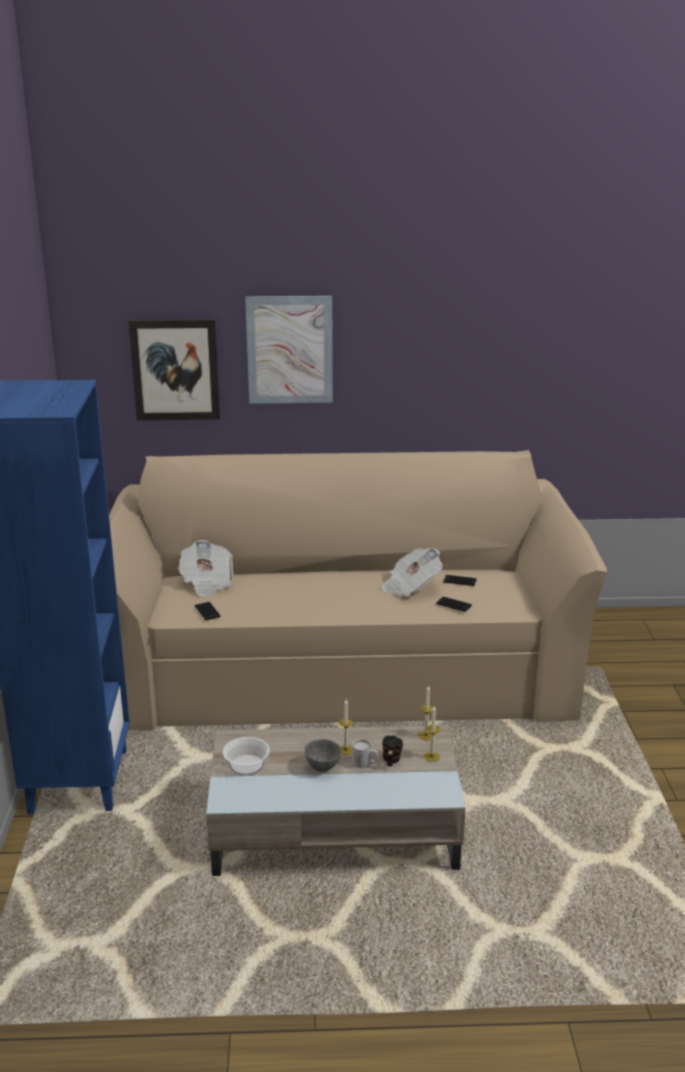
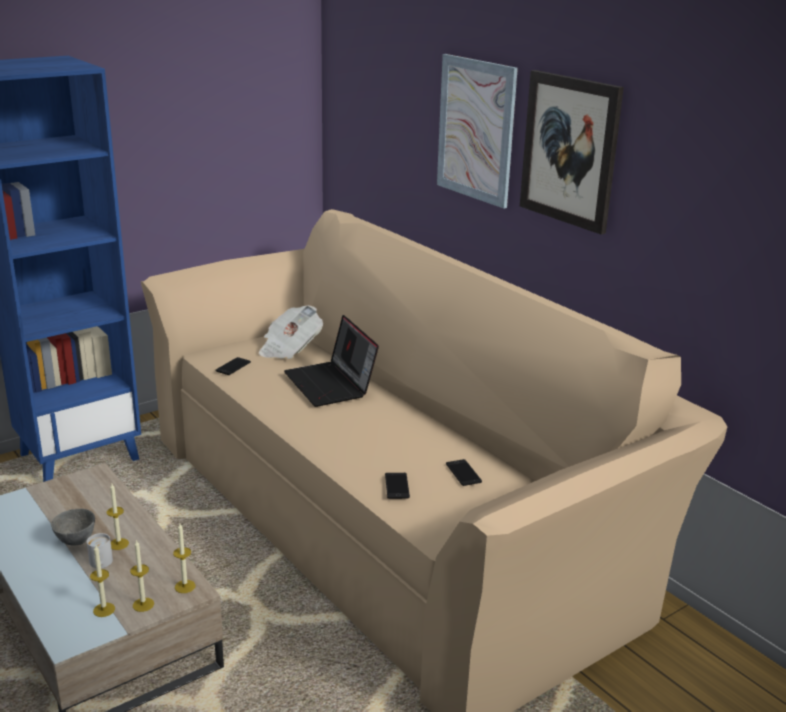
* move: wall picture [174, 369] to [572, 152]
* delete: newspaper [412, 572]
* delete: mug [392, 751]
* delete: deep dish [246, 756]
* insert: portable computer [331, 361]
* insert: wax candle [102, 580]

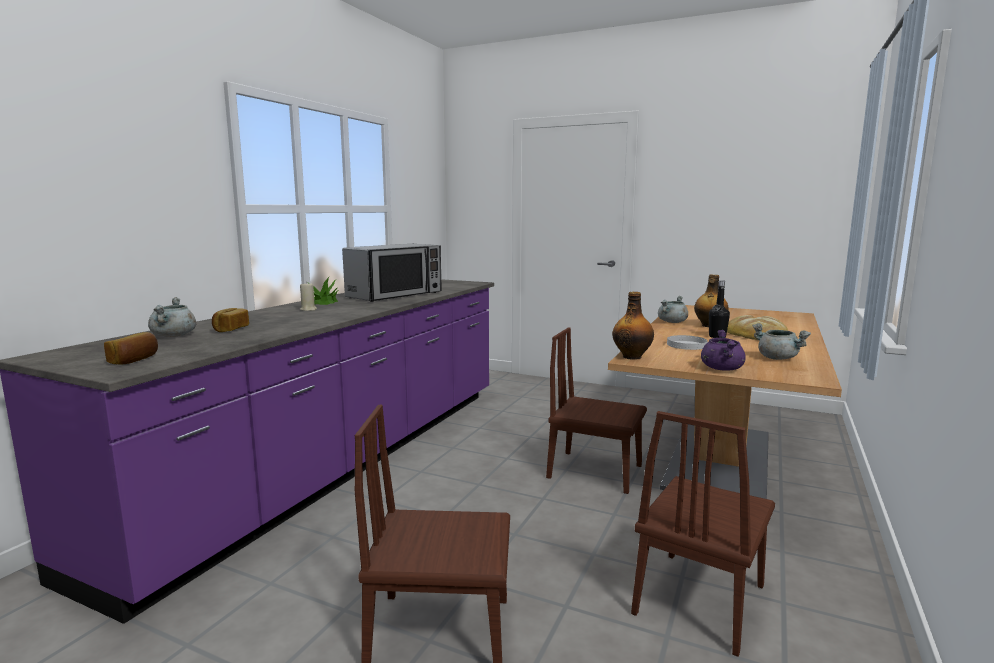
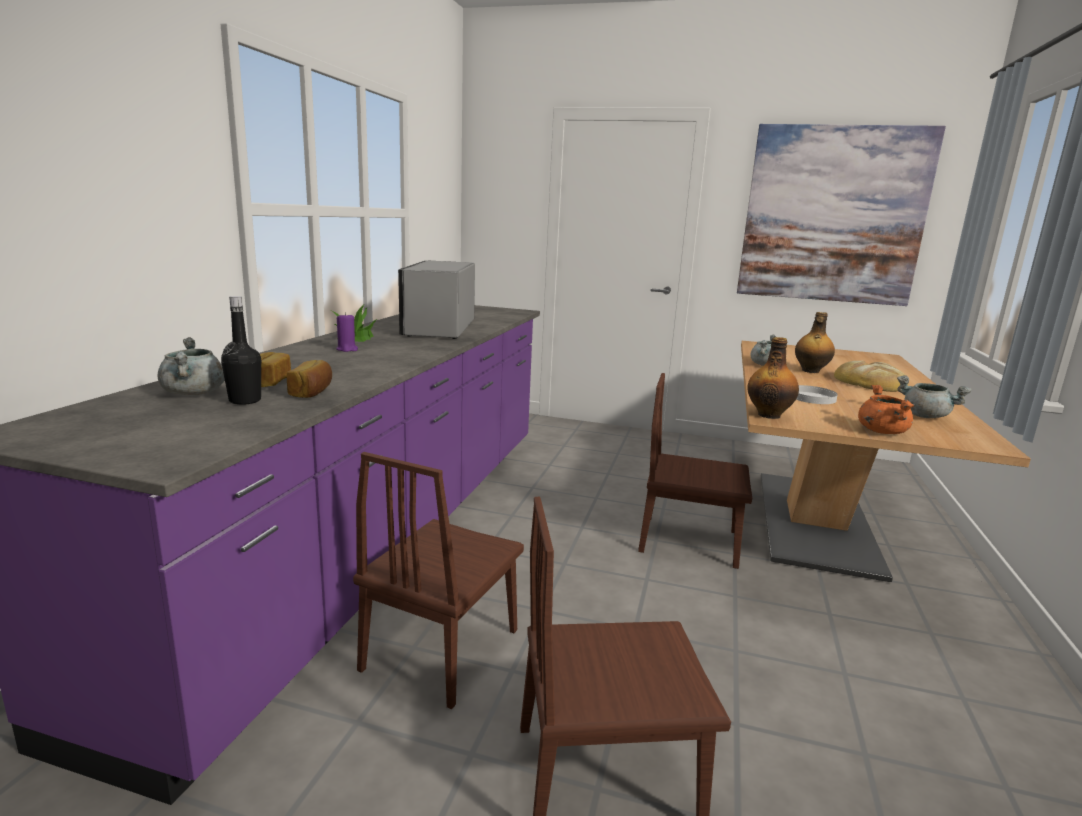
* rotate: microwave oven [392, 273] = [436, 300] 150 degrees clockwise
* move: beverage bottle/black [719, 309] to [241, 350]
* recolor: wax candle/beige-coloured [308, 297] to wax candle/purple [347, 332]
* recolor: stockpot/purple [723, 350] to stockpot/orangey [886, 409]
* move: baked bread [131, 348] to [309, 379]
* move: plain chair/brownish [703, 534] to [438, 580]
* insert: wall picture [841, 215]

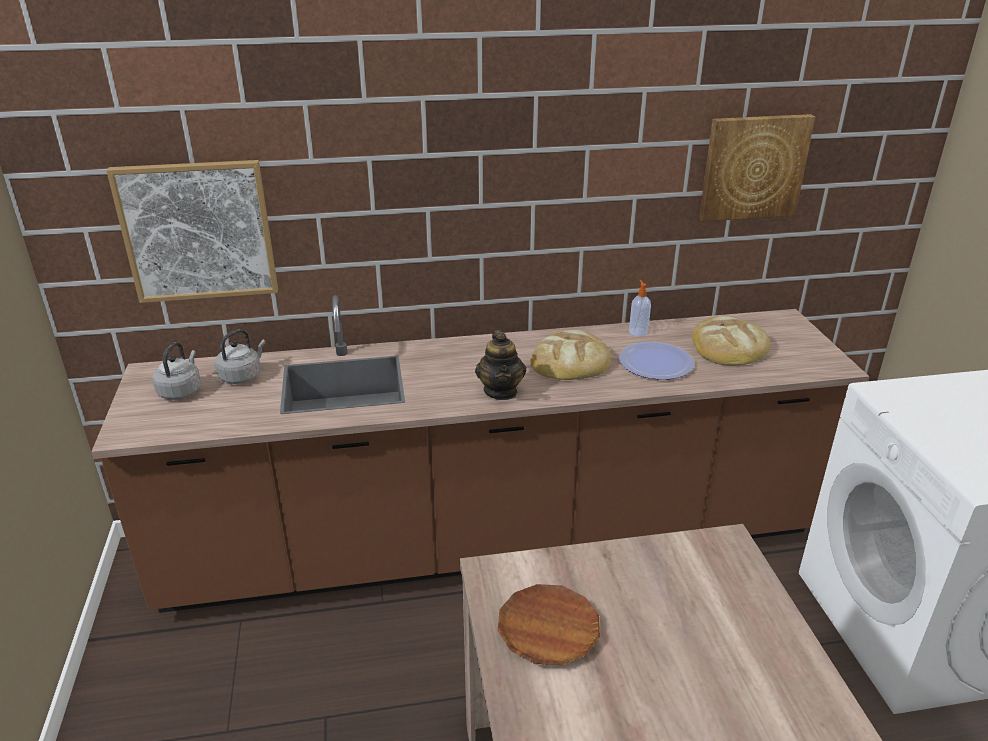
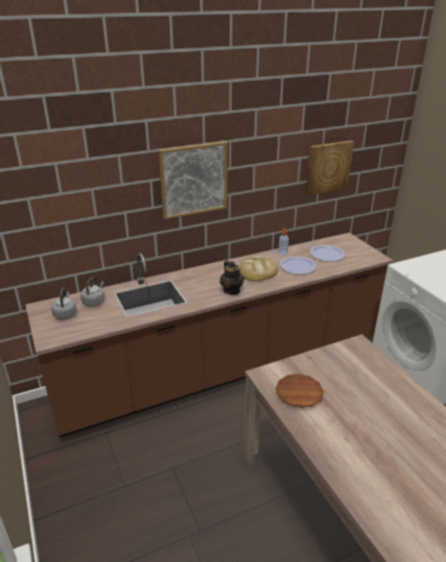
* move: wall picture [192, 231] to [193, 180]
* replace: baked bread [731, 340] to flat dish [327, 253]

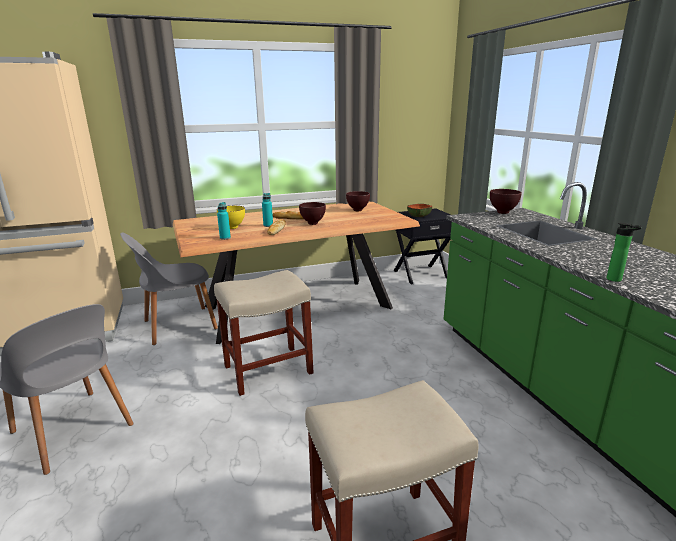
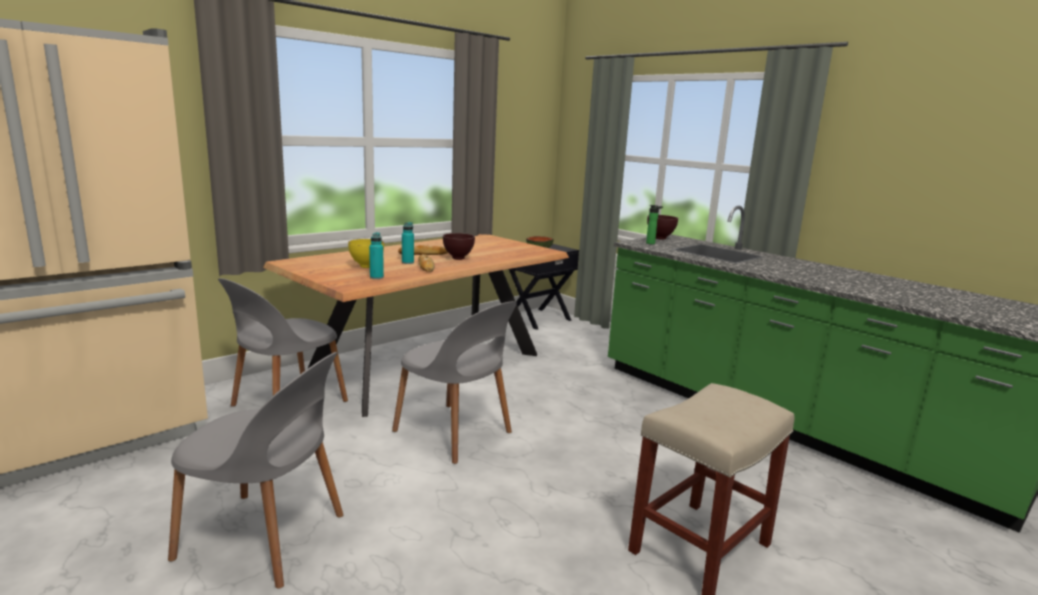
* delete: deep dish/brownish [358, 201]
* move: beverage bottle [623, 252] to [654, 224]
* replace: stool/beige-coloured [263, 333] to plain chair/greyish [454, 382]

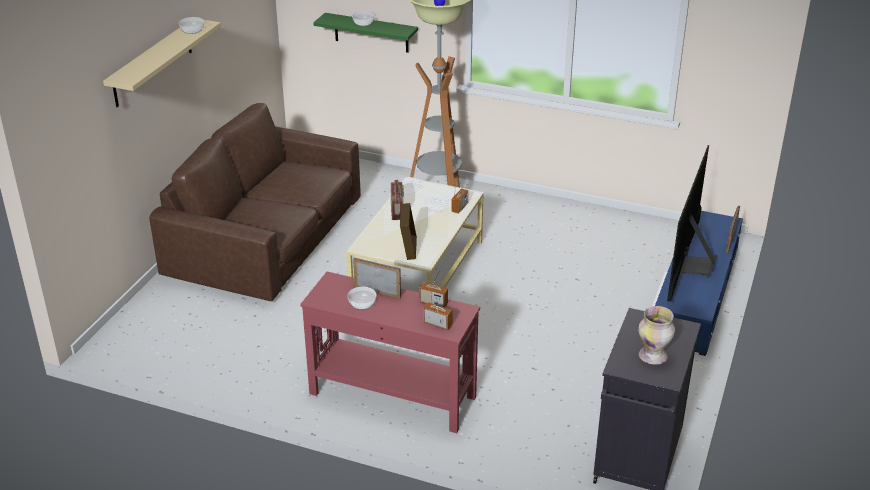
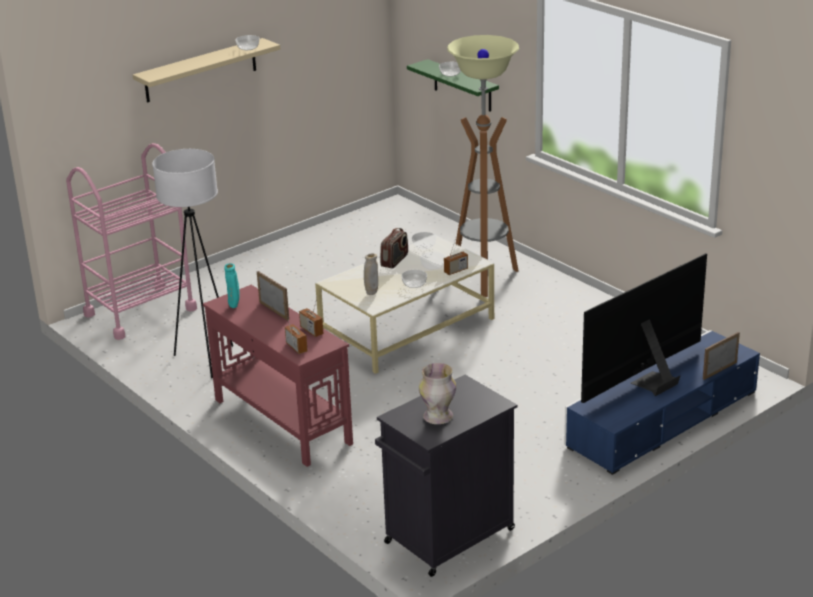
* delete: couch/brownish [255, 202]
* replace: standing frame [408, 231] to vase/beige-coloured [371, 274]
* move: deep dish [361, 298] to [414, 278]
* insert: cart/pinkish [131, 241]
* insert: standard lamp/whitish [192, 263]
* insert: vase/turquoise-coloured [232, 286]

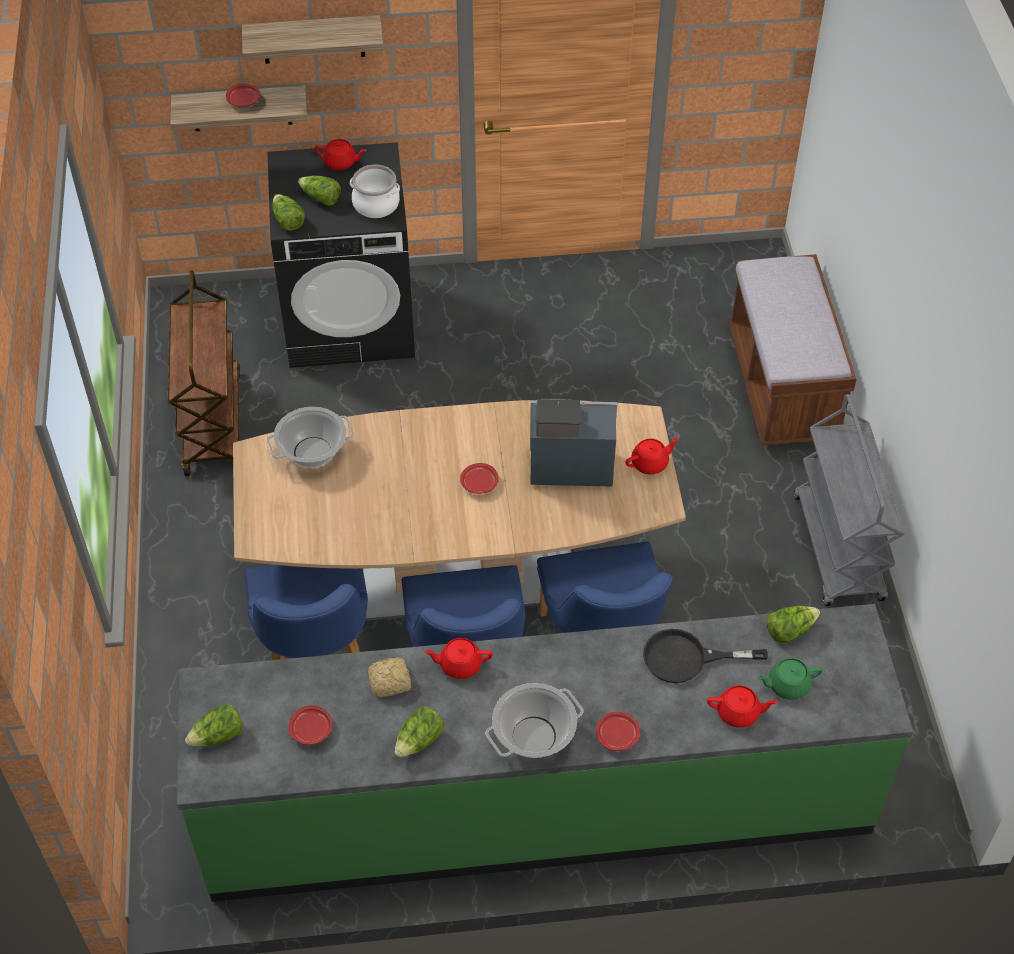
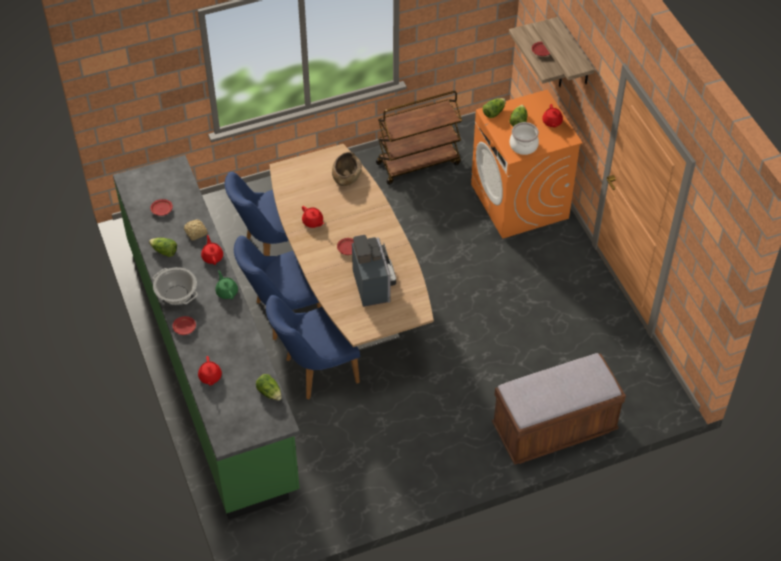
* recolor: laundry appliance/black [341, 255] to laundry appliance/orangey [526, 164]
* delete: cart/greyish [849, 500]
* replace: stockpot [310, 437] to deep dish/brownish [347, 169]
* move: teapot/red-coloured [652, 456] to [313, 217]
* delete: frying pan/black [705, 656]
* move: teapot/green-coloured [789, 679] to [226, 284]
* delete: head of lettuce [214, 725]

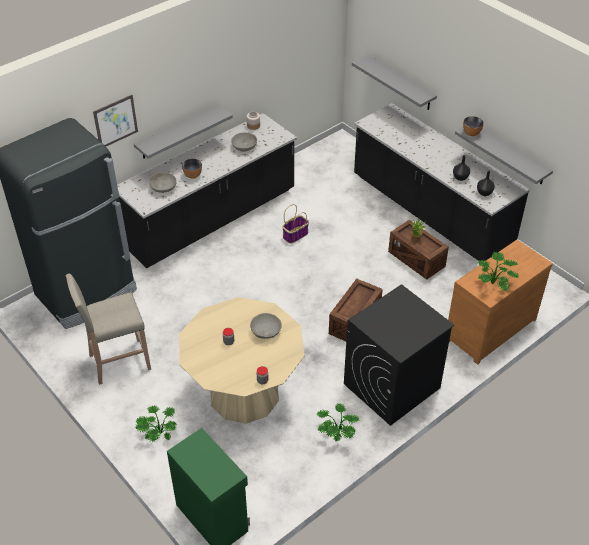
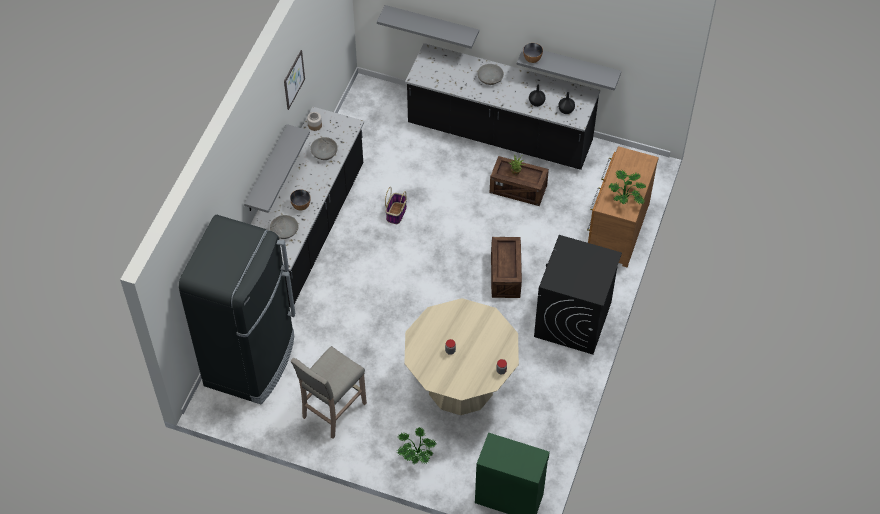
* move: wall picture [115, 121] to [294, 80]
* move: deep dish/greyish [266, 326] to [490, 74]
* delete: houseplant [338, 423]

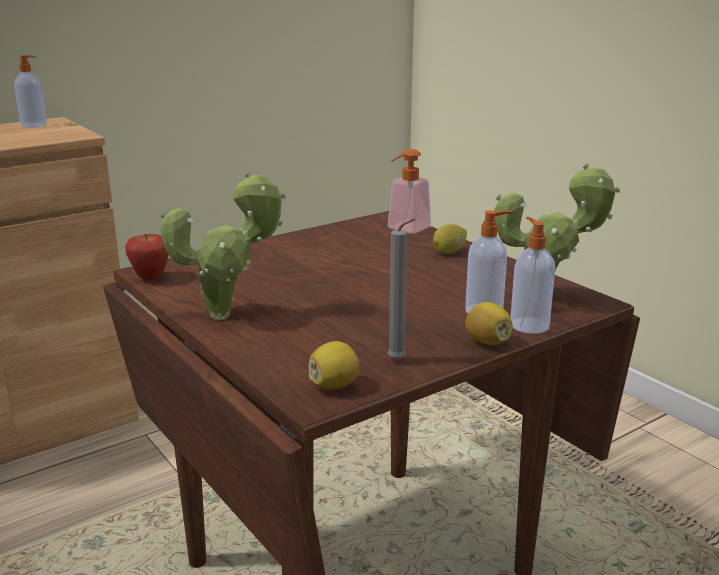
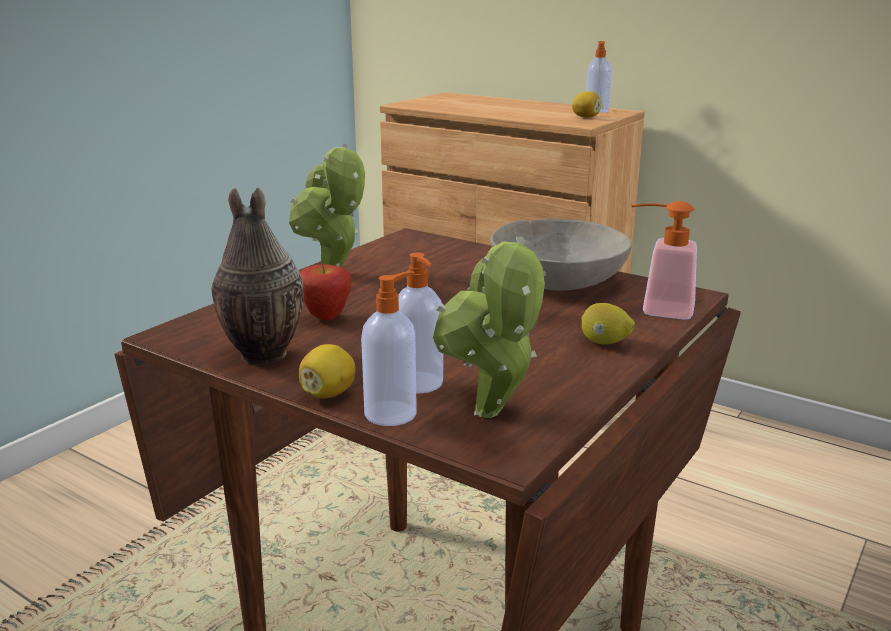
* replace: wax candle/greyish [401, 290] to vase [257, 276]
* move: apple fruit [147, 257] to [325, 292]
* move: citrus fruit [333, 365] to [586, 104]
* insert: deep dish/greyish [561, 255]

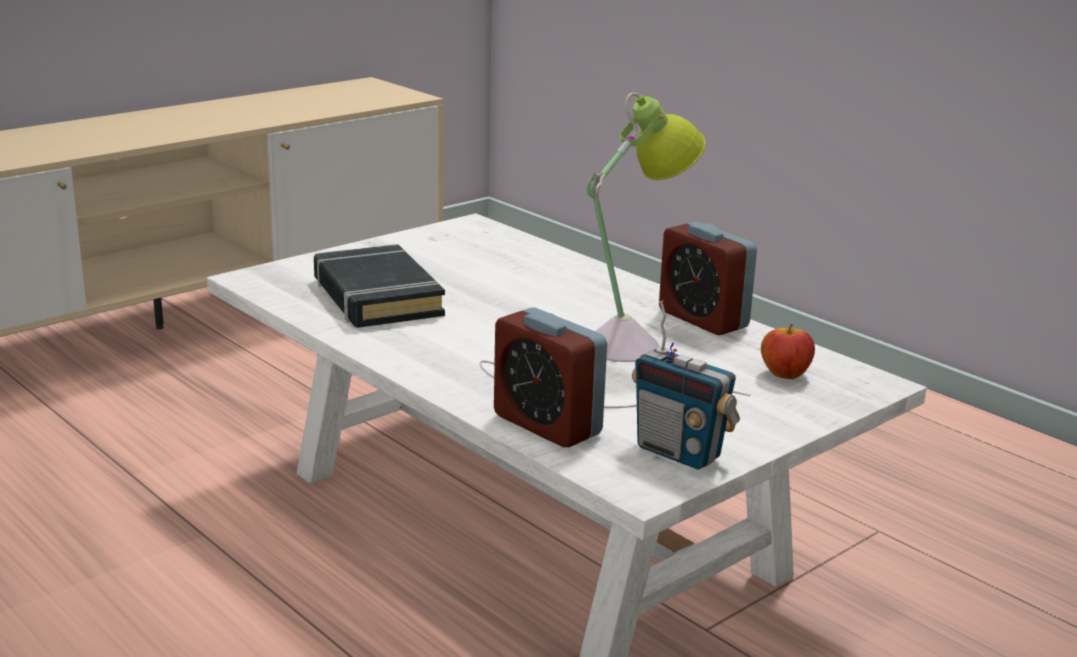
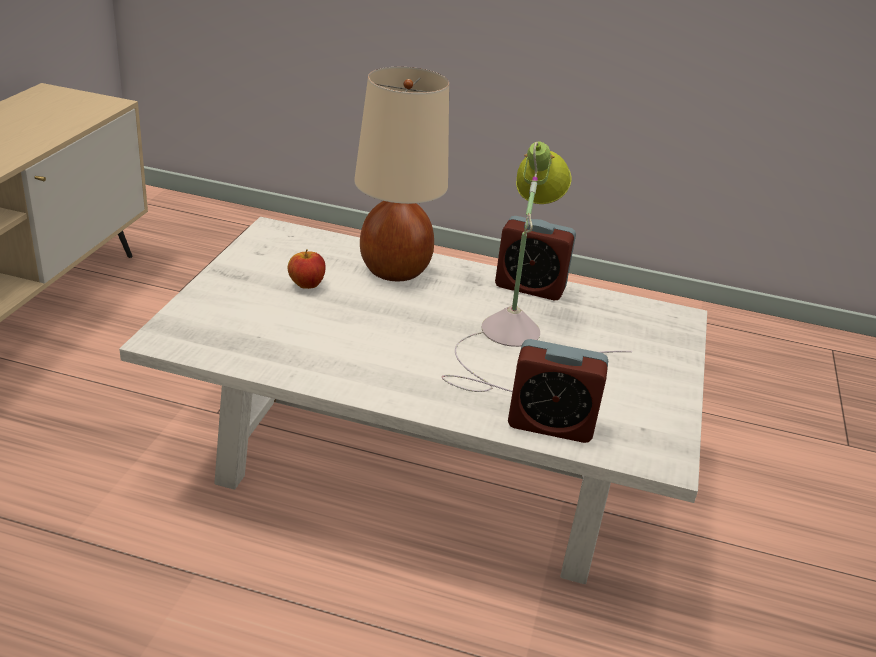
* delete: book/black [379, 286]
* delete: radio [686, 385]
* move: apple fruit [788, 351] to [307, 269]
* insert: lamp for a table/beige-coloured [401, 174]

